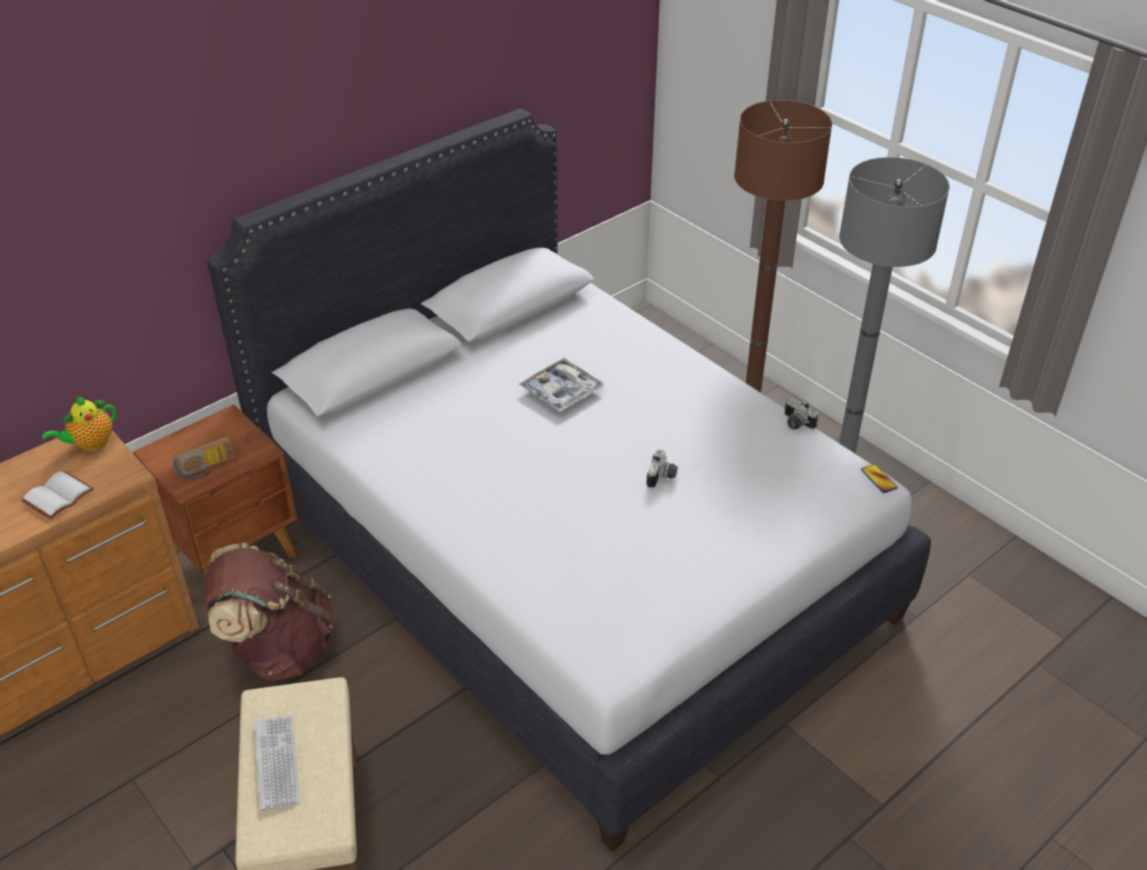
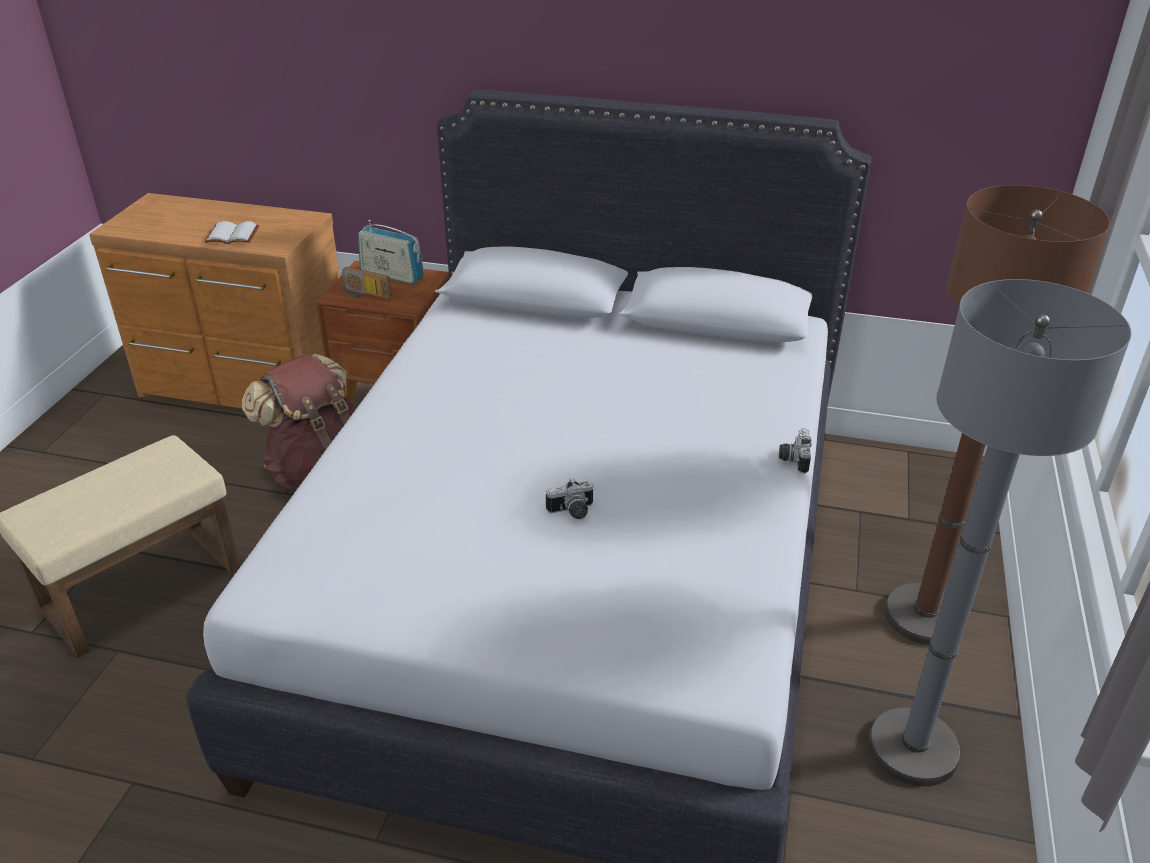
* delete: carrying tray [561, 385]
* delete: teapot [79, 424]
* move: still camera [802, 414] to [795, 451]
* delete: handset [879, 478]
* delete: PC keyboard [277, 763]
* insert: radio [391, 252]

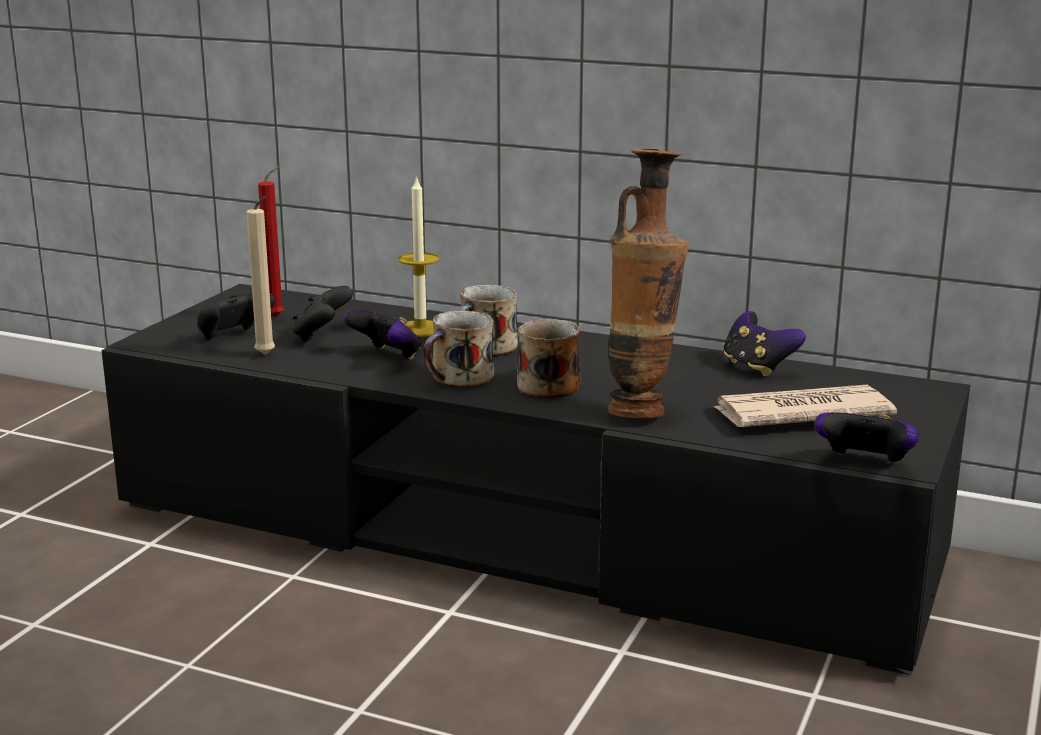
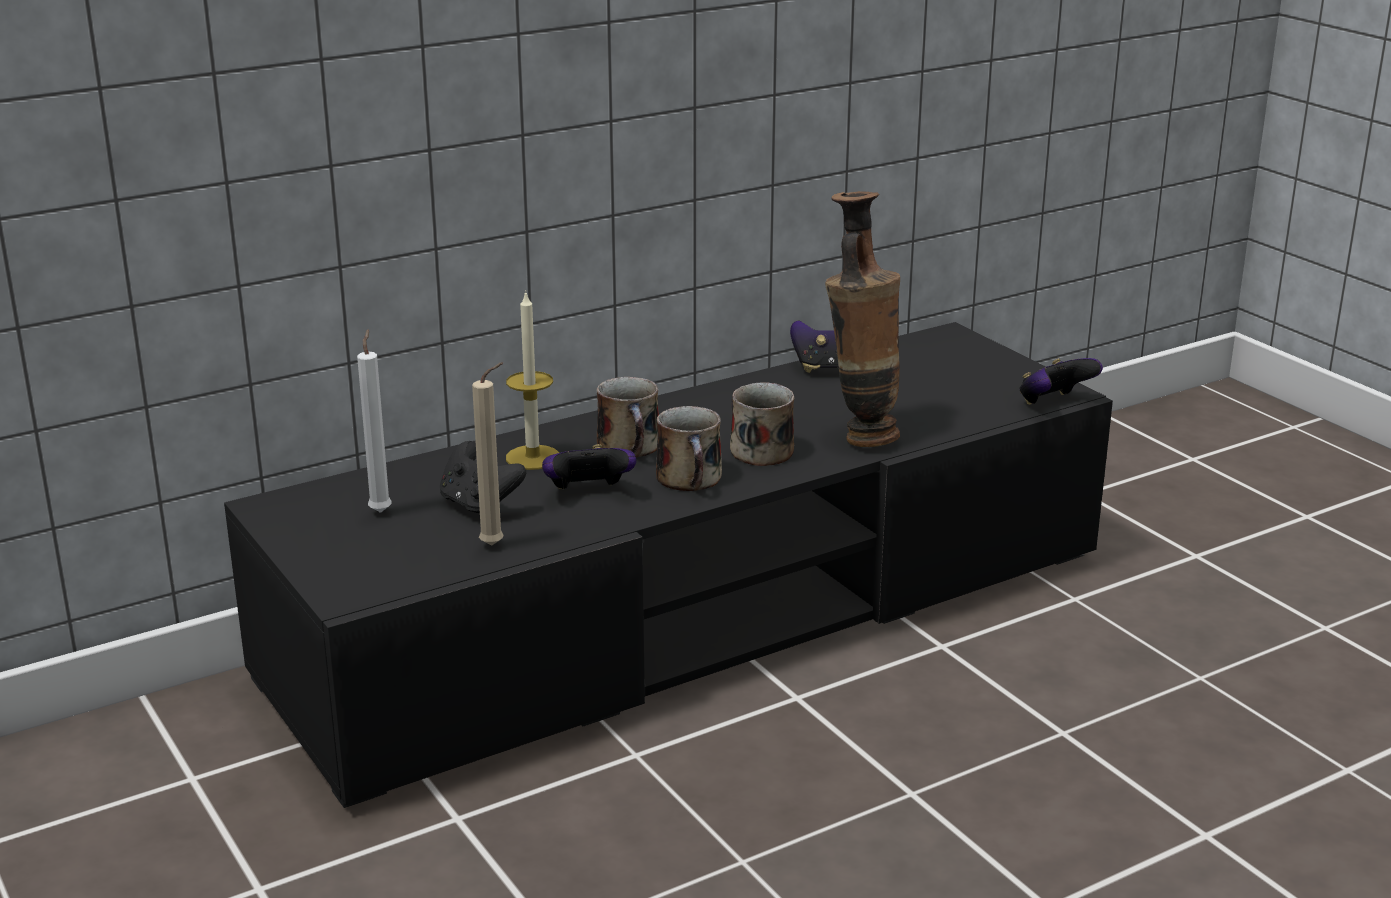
* recolor: wax candle/red-coloured [271, 241] to wax candle/whitish [374, 421]
* delete: joypad/black [236, 316]
* delete: newspaper [803, 406]

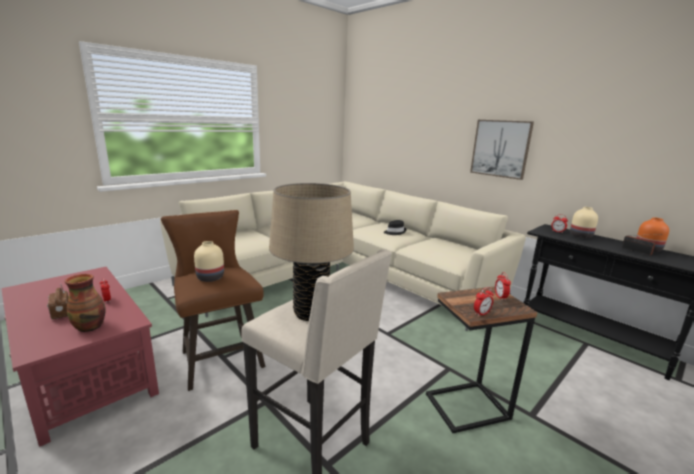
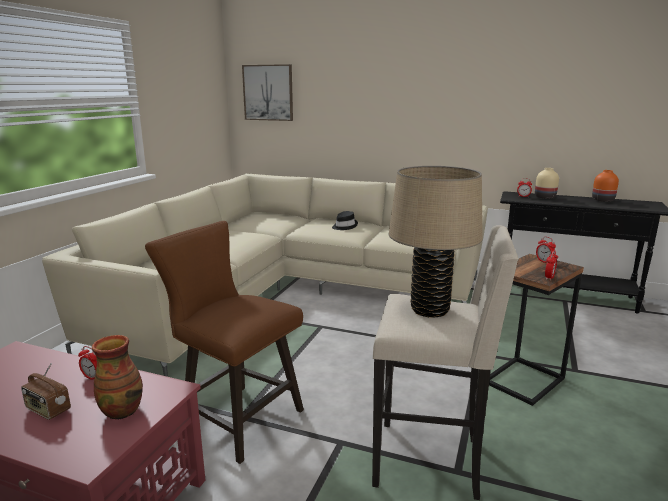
* move: wall picture [502, 150] to [267, 92]
* delete: radio [642, 244]
* delete: vase/beige-coloured [209, 261]

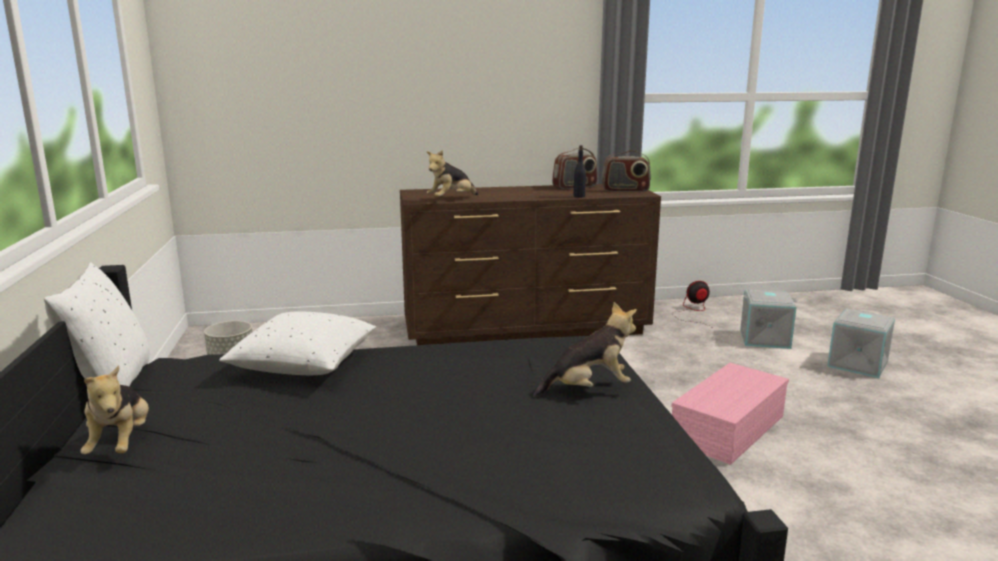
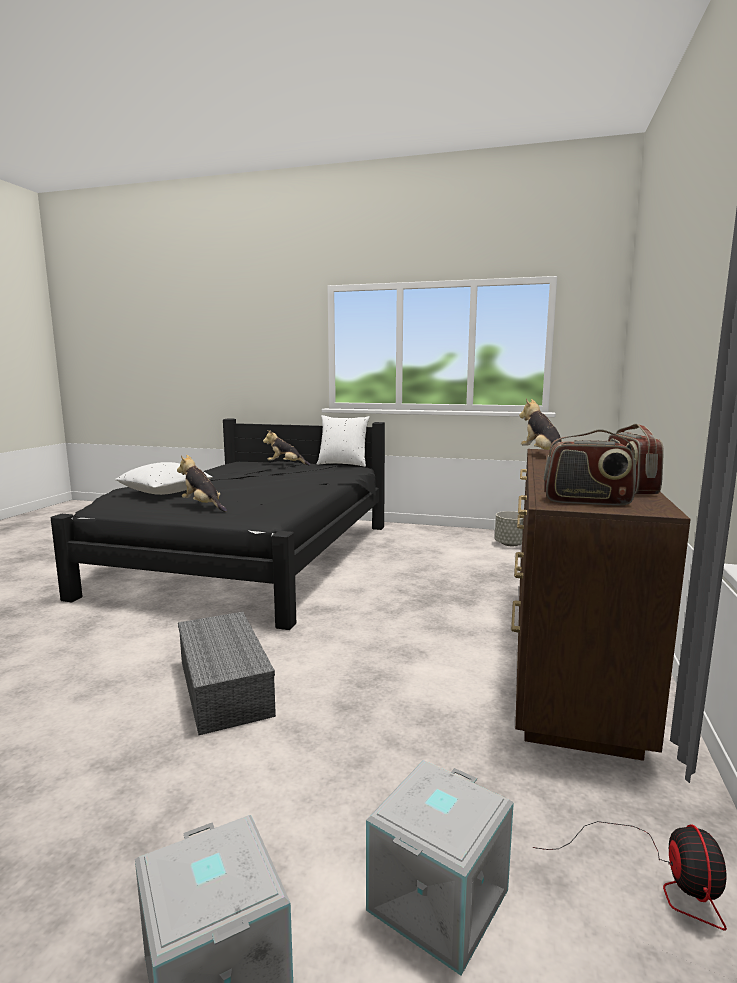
* delete: beverage bottle/black [580, 171]
* rotate: radio [626, 171] = [590, 467] 105 degrees counterclockwise
* rotate: cuddly toy [585, 349] = [202, 483] 120 degrees clockwise
* move: pillow/whitish [297, 343] to [163, 478]
* recolor: storage container/pinkish [730, 414] to storage container/greyish [227, 673]

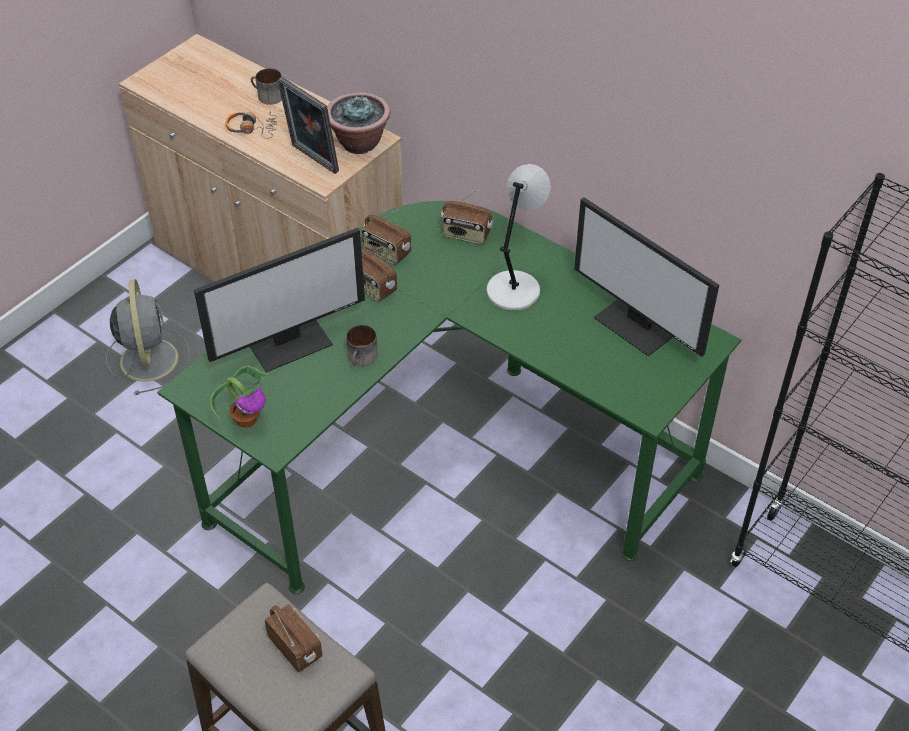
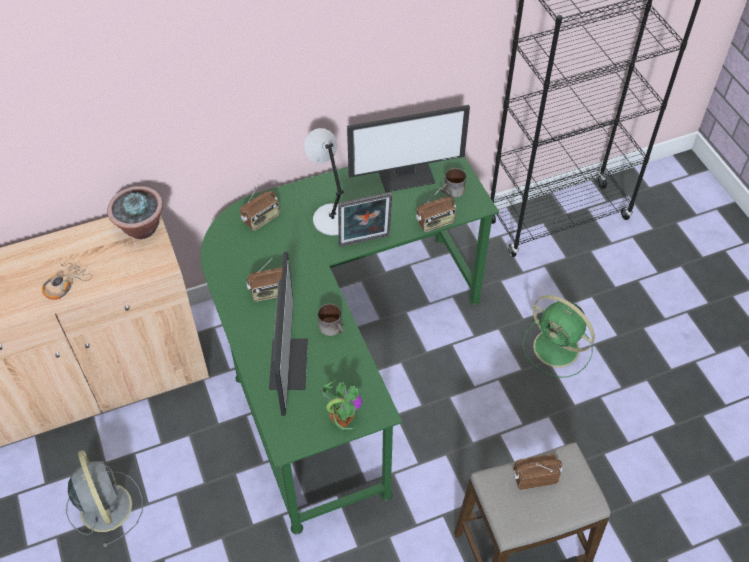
* move: mug [266, 86] to [453, 182]
* move: standing frame [308, 125] to [365, 219]
* move: radio [386, 237] to [436, 210]
* rotate: electric fan/greyish [148, 337] = [104, 498] 45 degrees clockwise
* insert: electric fan/green-coloured [558, 336]

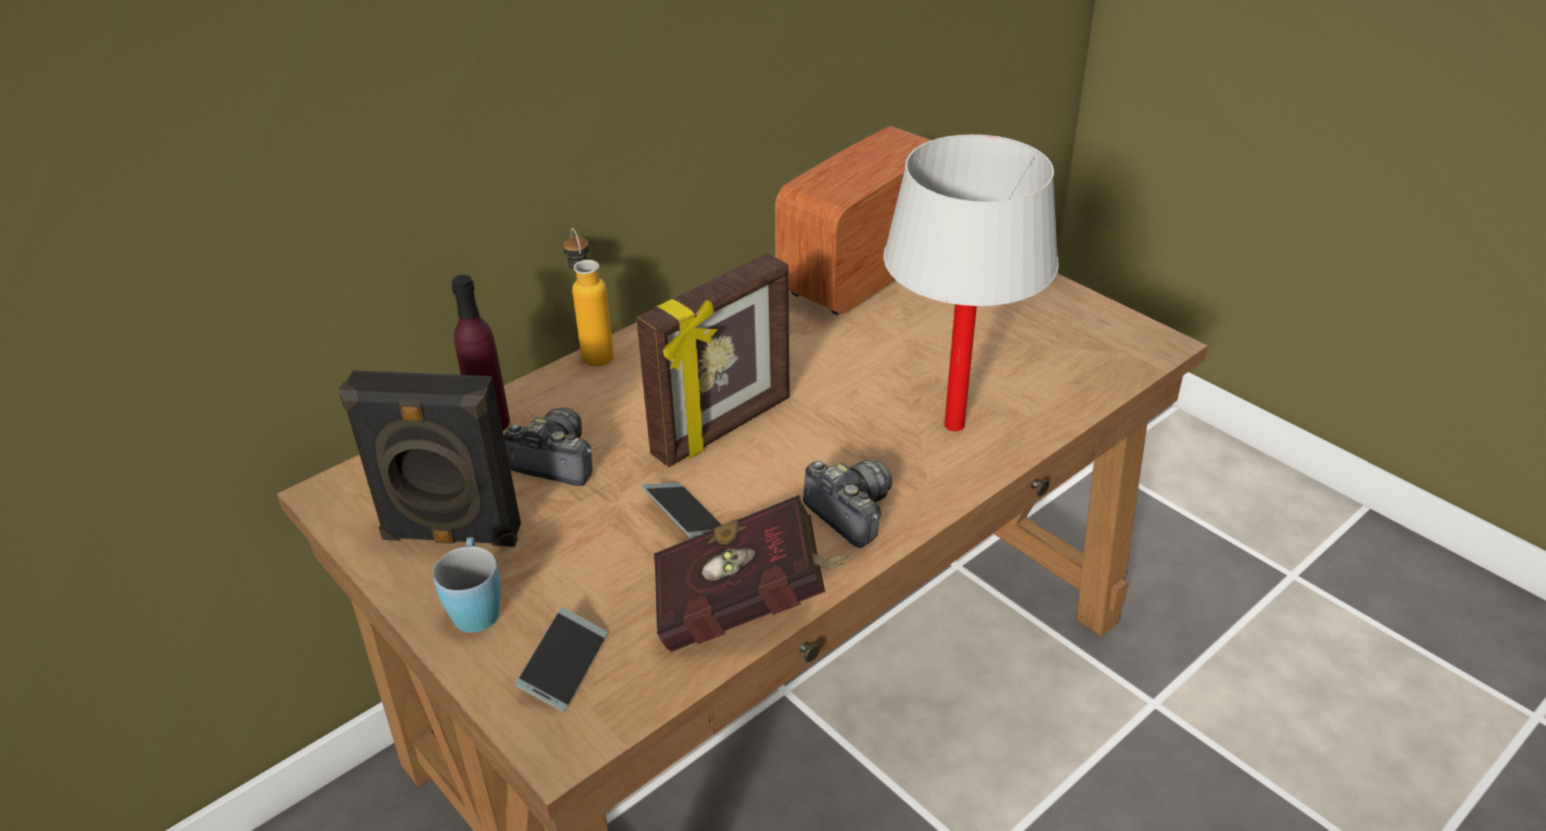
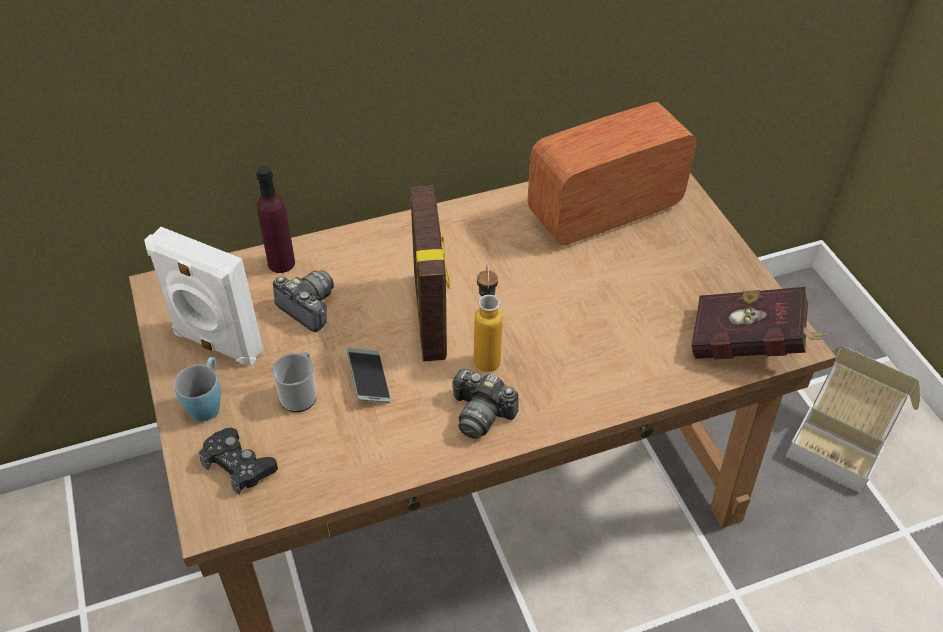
* delete: lamp for a table/whitish [971, 282]
* move: beverage bottle [588, 297] to [488, 318]
* rotate: standing frame [713, 360] = [430, 273] 75 degrees counterclockwise
* recolor: speaker/black [429, 458] to speaker/whitish [203, 296]
* rotate: still camera [847, 503] = [485, 404] 135 degrees clockwise
* move: book/red-coloured [752, 573] to [760, 323]
* replace: handset [561, 659] to joypad/black [238, 461]
* insert: carton [852, 419]
* insert: mug [294, 381]

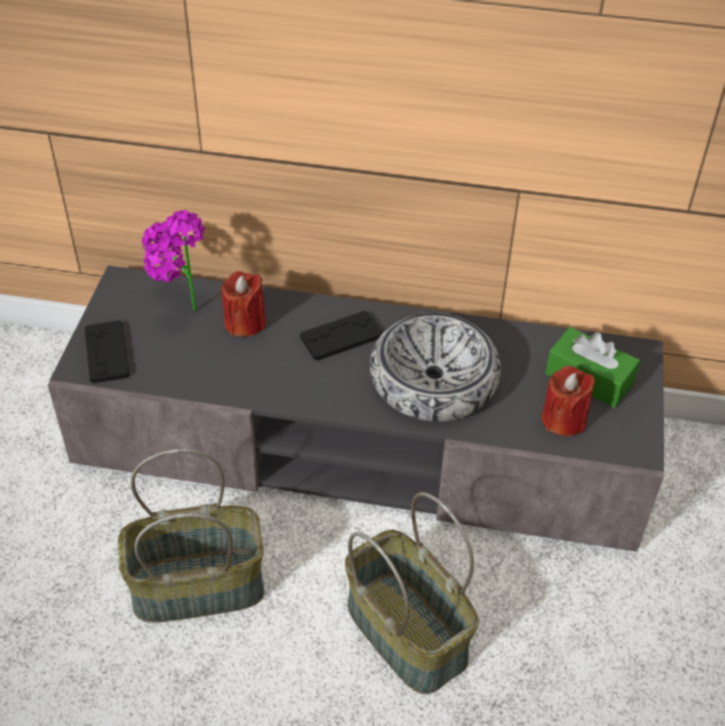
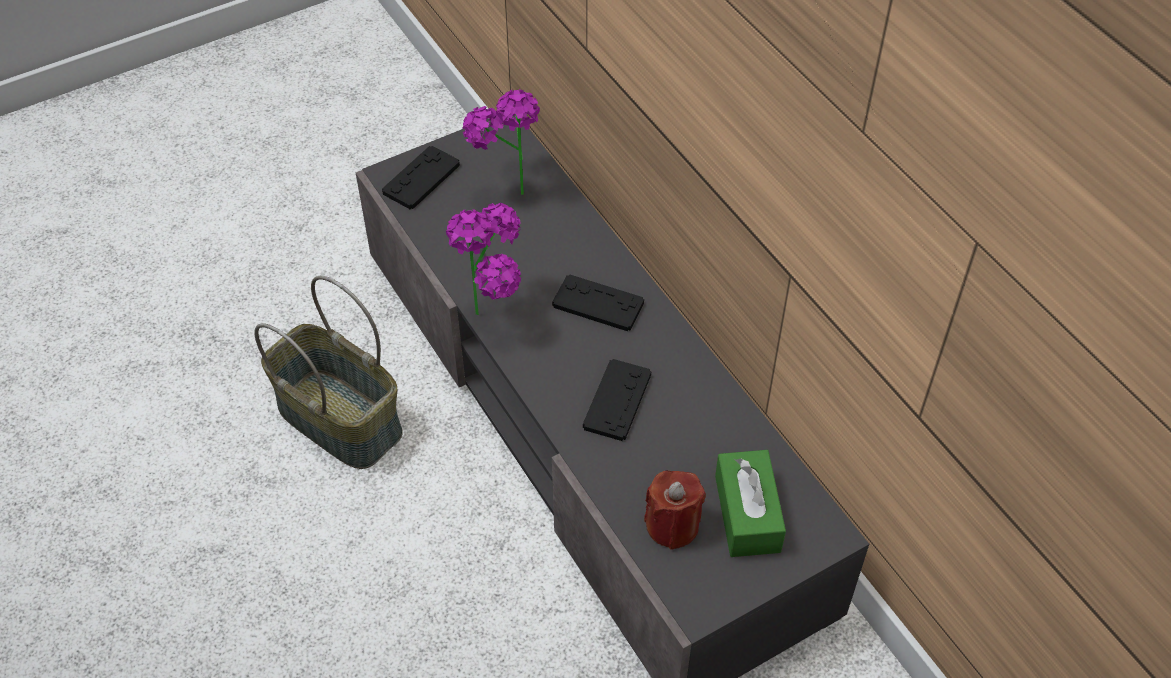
* delete: wax candle/red-coloured [243, 304]
* replace: deep dish [435, 367] to joypad/black [617, 400]
* delete: basket [411, 593]
* insert: houseplant [483, 259]

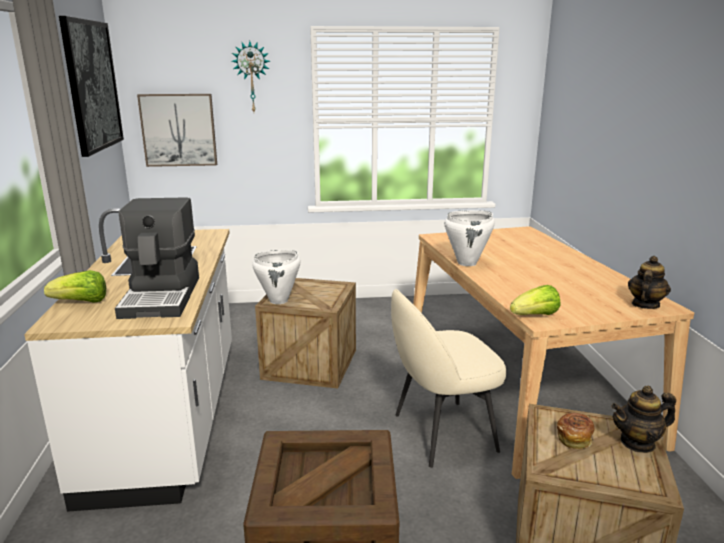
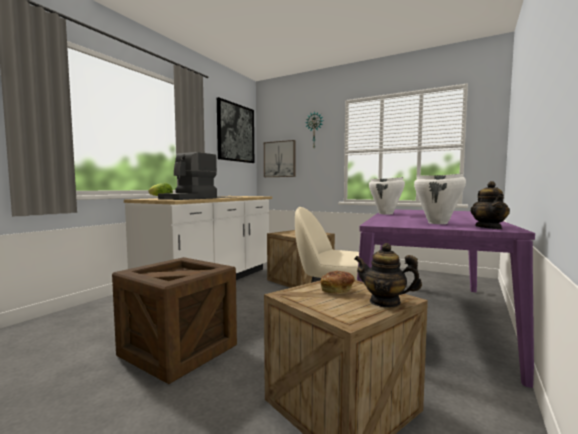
* recolor: dining table/beige-coloured [553, 352] to dining table/purple [446, 299]
* move: stockpot/whitish [276, 277] to [440, 198]
* rotate: teapot [649, 282] = [490, 205] 120 degrees clockwise
* delete: head of lettuce [535, 300]

